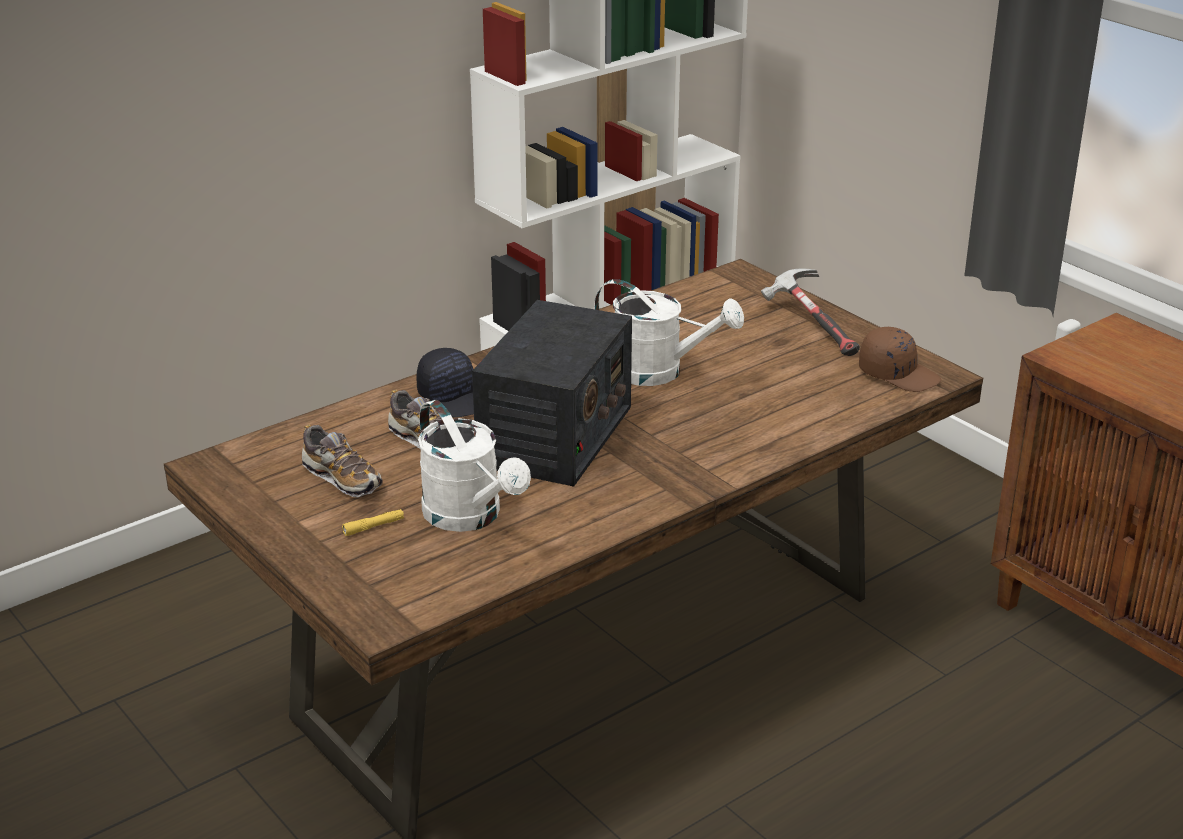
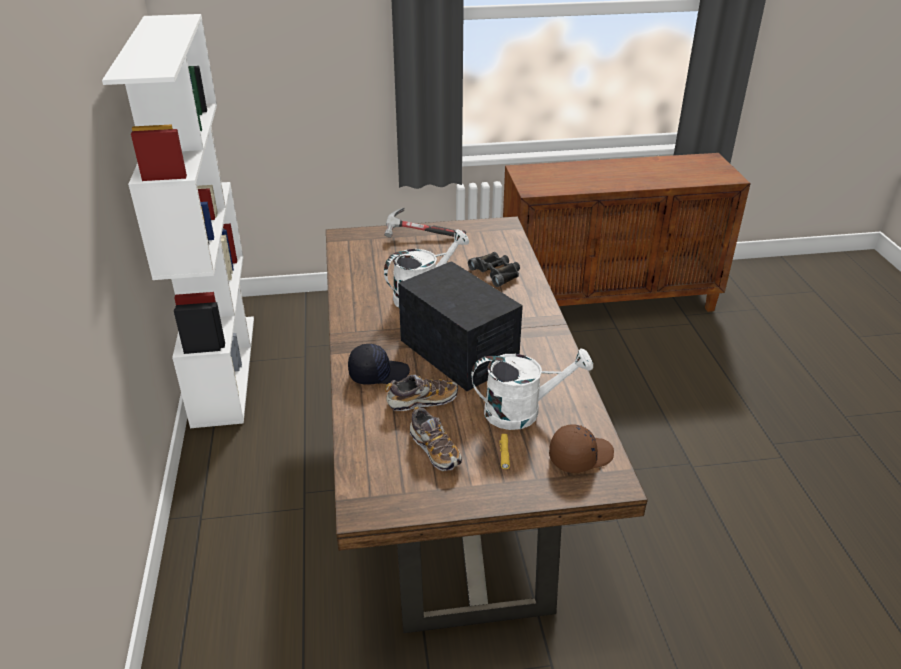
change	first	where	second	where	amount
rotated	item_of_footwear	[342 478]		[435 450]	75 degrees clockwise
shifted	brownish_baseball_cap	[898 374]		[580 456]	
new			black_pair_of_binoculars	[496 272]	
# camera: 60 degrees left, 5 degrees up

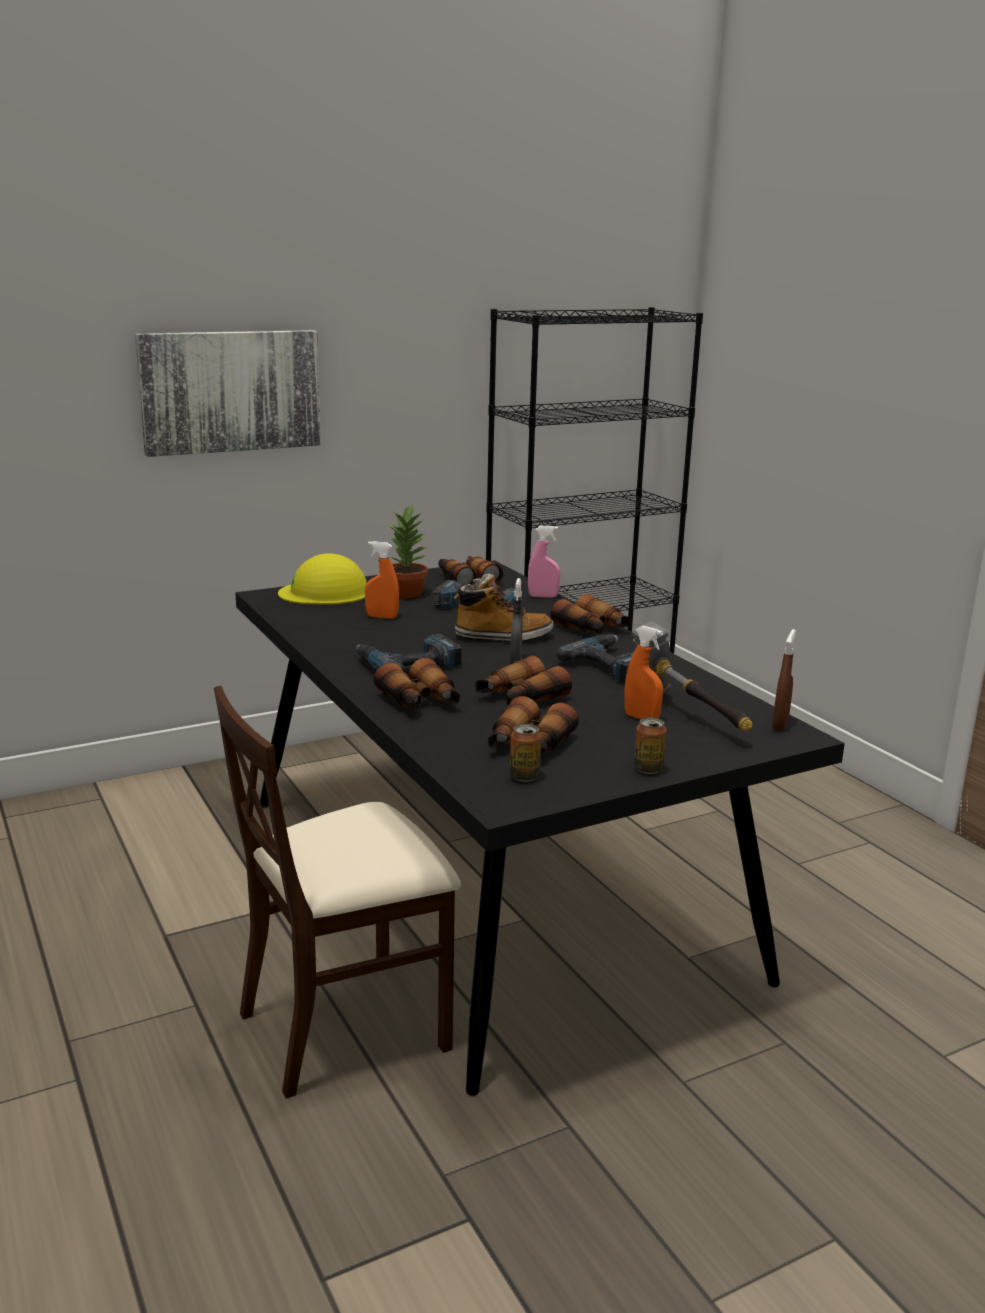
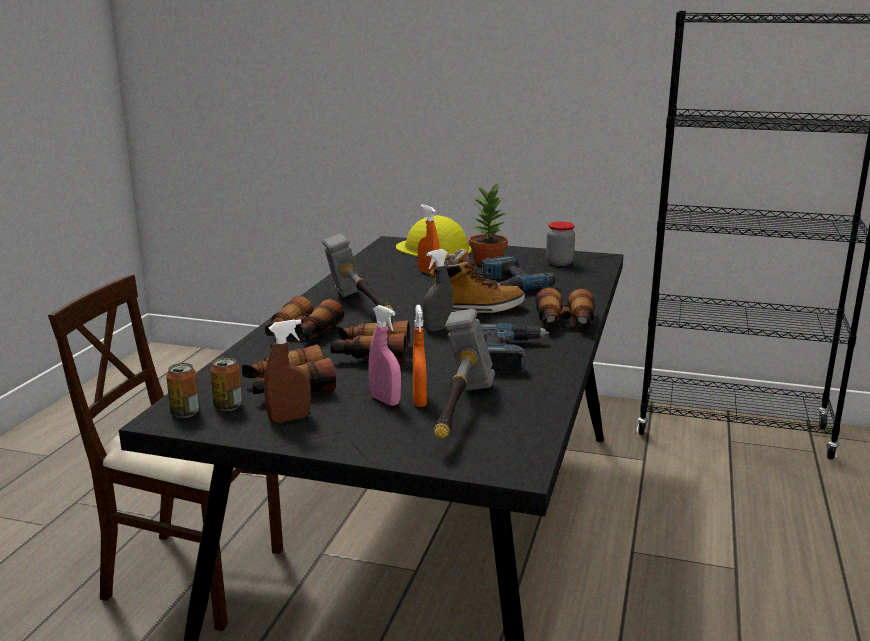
change	first	where	second	where	amount
gone	picture	[230 391]			
swapped	electric_drill	[408 664]	hand_hammer	[360 308]	
swapped	pair_of_binoculars	[466 580]	preserve_jar	[559 263]	
rotated	tall_boot	[503 637]		[477 309]	45 degrees counterclockwise
shifted	pink-coloured_sprayer	[543 596]		[385 400]	
shifted	can	[648 769]		[185 413]	
shifted	brownish_sprayer	[780 724]		[289 419]	
# camera: 45 degrees right, 0 degrees up

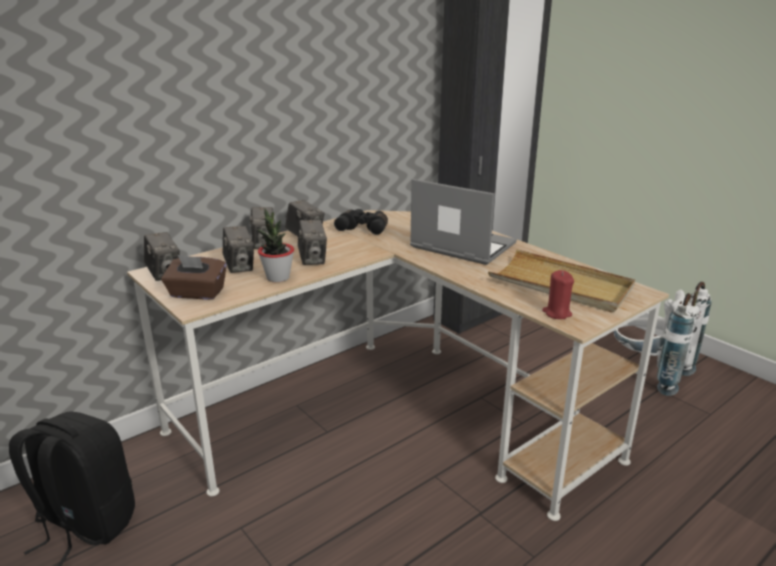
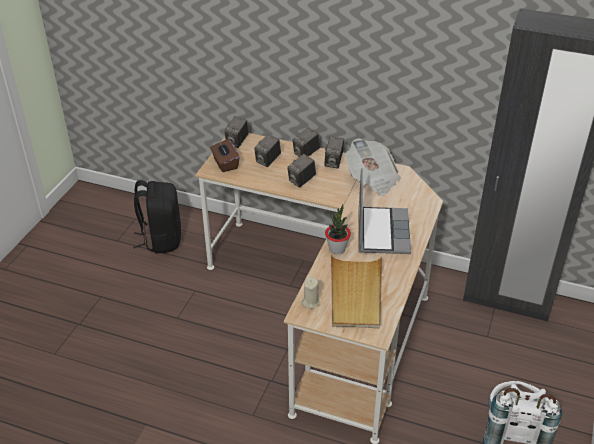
change	first	where	second	where	amount
shifted	plant_in_a_pot	[278 277]		[337 249]	
swapped	black_pair_of_binoculars	[364 228]	daily_paper	[372 179]	
repainted	reddish_candle	[557 313]	beige-coloured_candle	[310 302]	
# camera: 60 degrees right, 15 degrees up

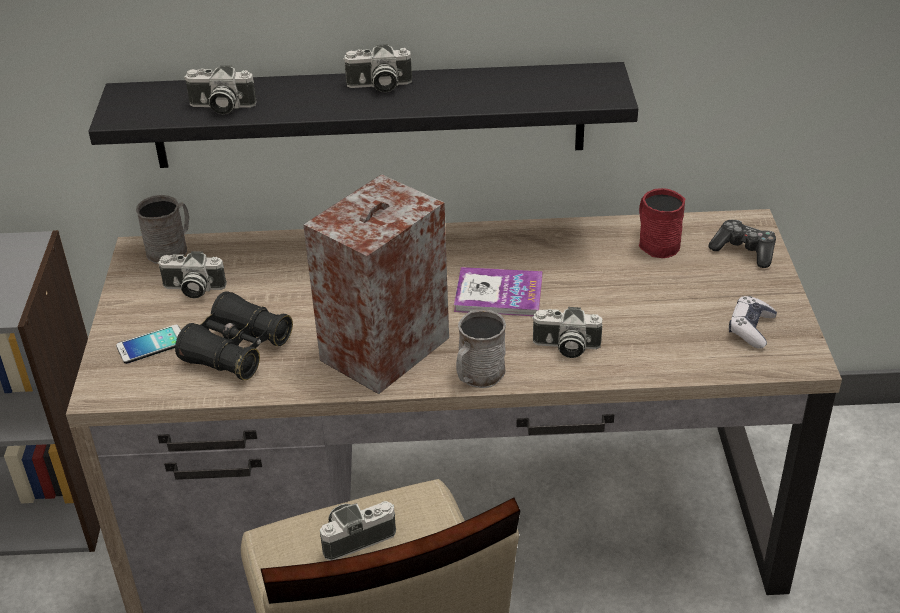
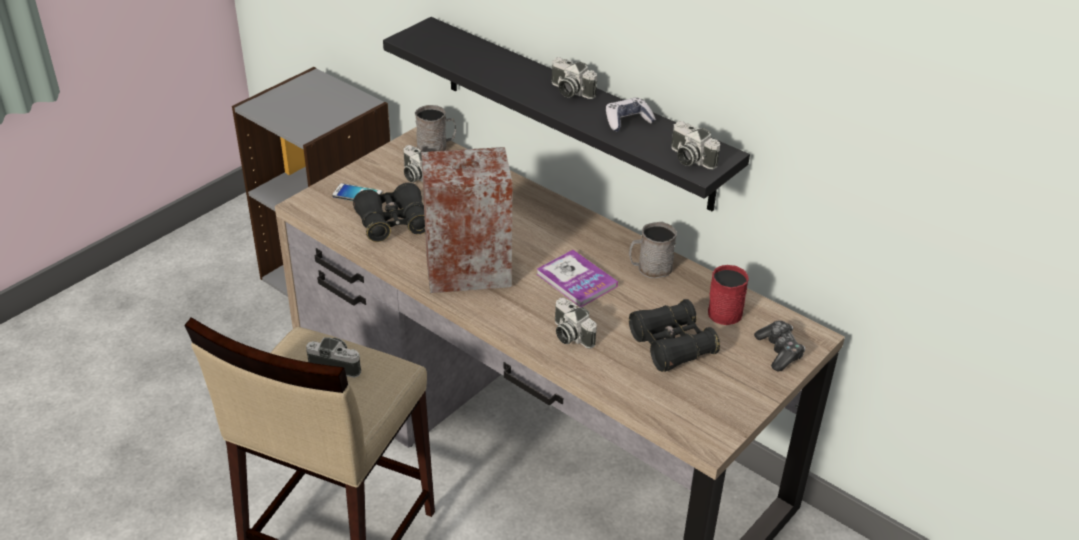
change	first	where	second	where	amount
shifted	photo_camera	[221 107]		[689 159]	
shifted	gray_tea_mug	[478 376]		[650 268]	
shifted	game_controller	[751 329]		[627 121]	
new			black_pair_of_binoculars	[671 345]	
# camera: 40 degrees right, 0 degrees up

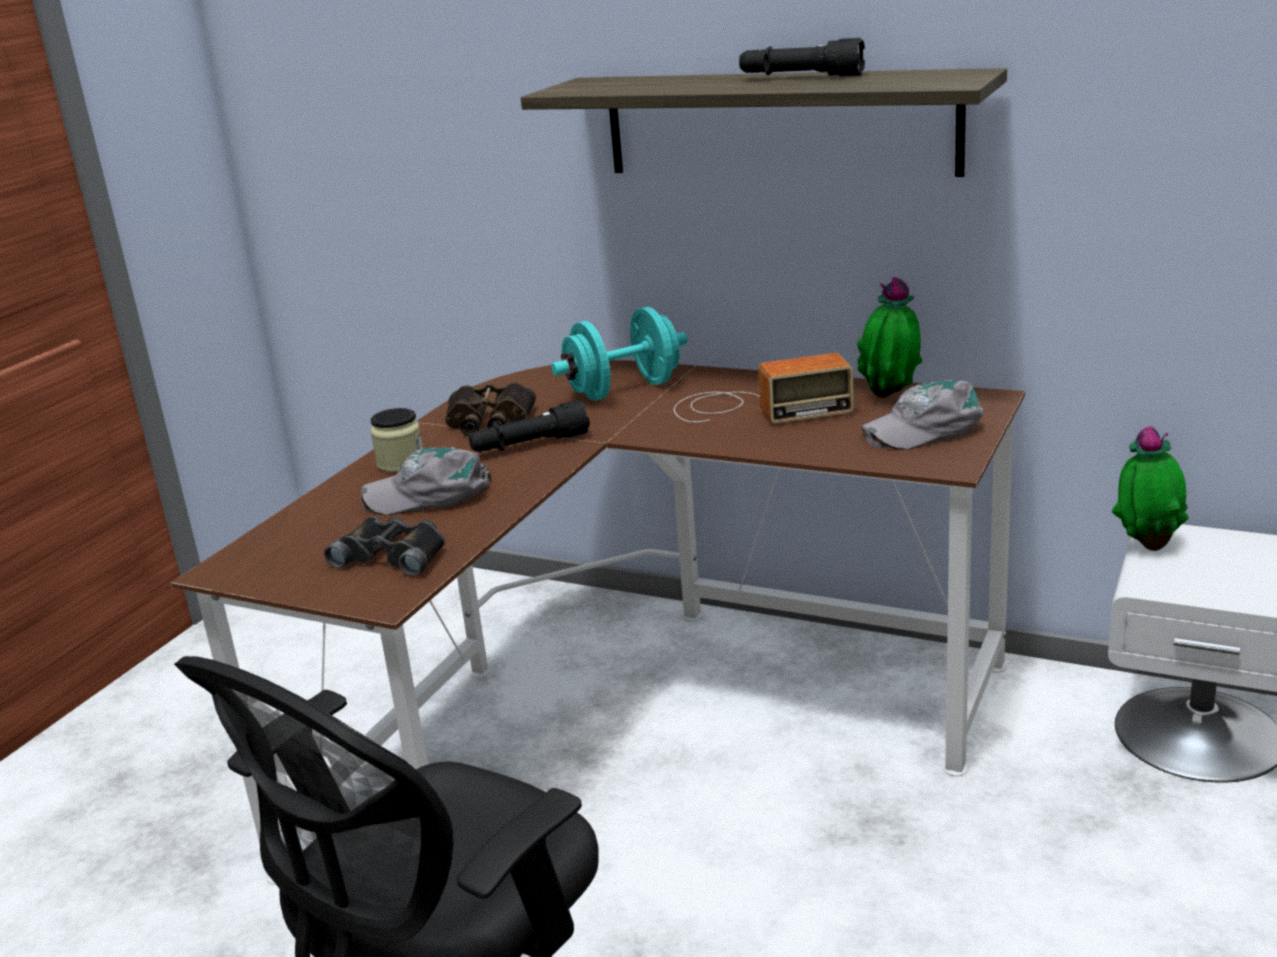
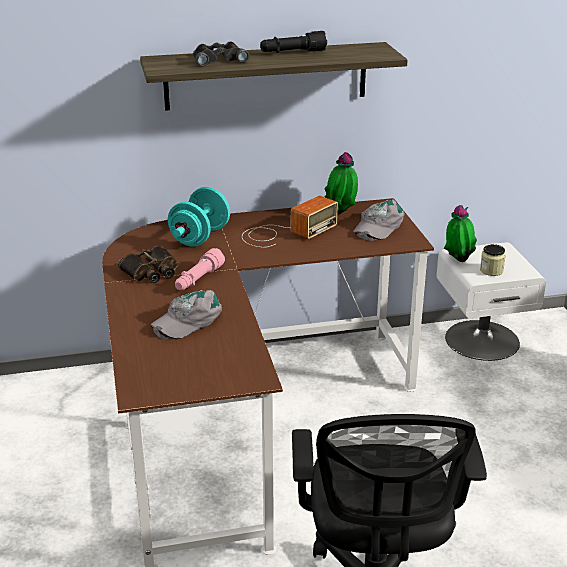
change	first	where	second	where	amount
shifted	black_pair_of_binoculars	[393 554]		[218 59]	
shifted	preserve_jar	[401 463]		[491 270]	
repainted	black_torch	[530 445]	pink-coloured_torch	[198 279]	
# camera: 40 degrees left, 5 degrees up

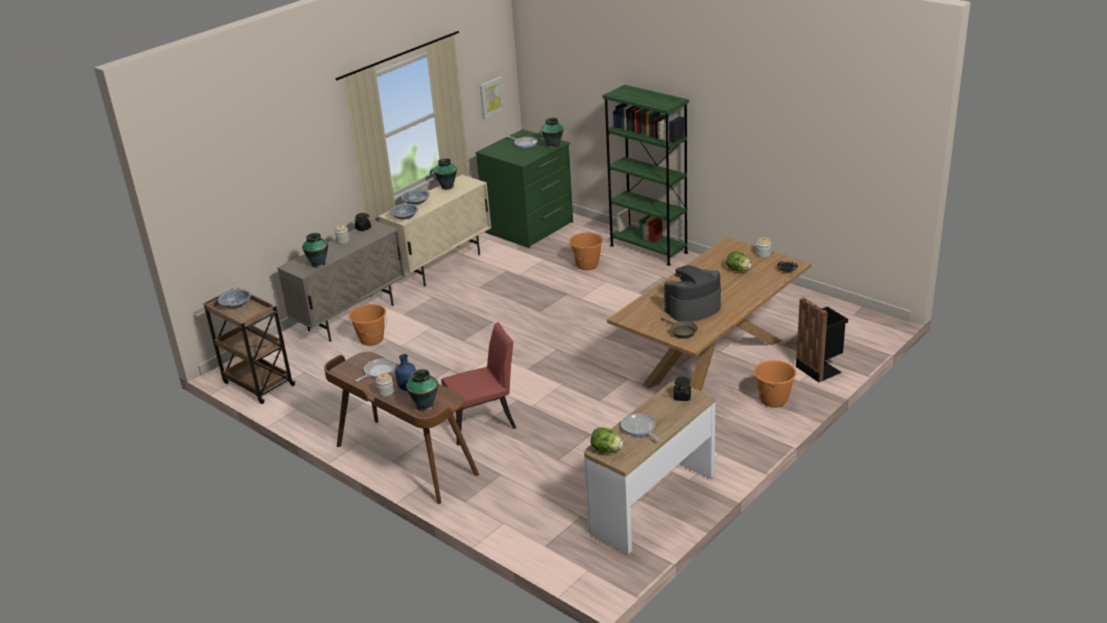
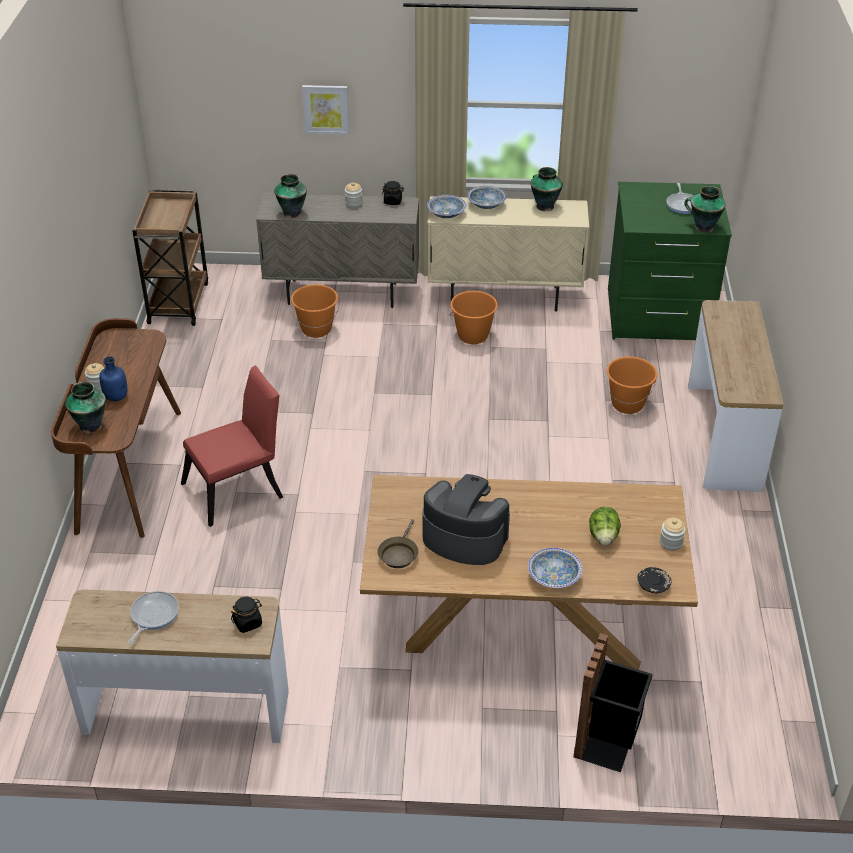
change	first	where	second	where	amount
shifted	deep_dish	[236 304]		[554 577]	
gone	pan	[378 371]			
rotated	reddish_upright_chair	[483 421]		[239 489]	60 degrees counterclockwise
shifted	picture	[491 97]		[326 109]	
gone	lettuce	[606 450]			
swapped	green-coloured_bookshelf	[648 249]	narrow_table	[723 436]	
shifted	orangey_bucket	[774 400]		[473 336]	
# camera: 50 degrees right, 10 degrees up

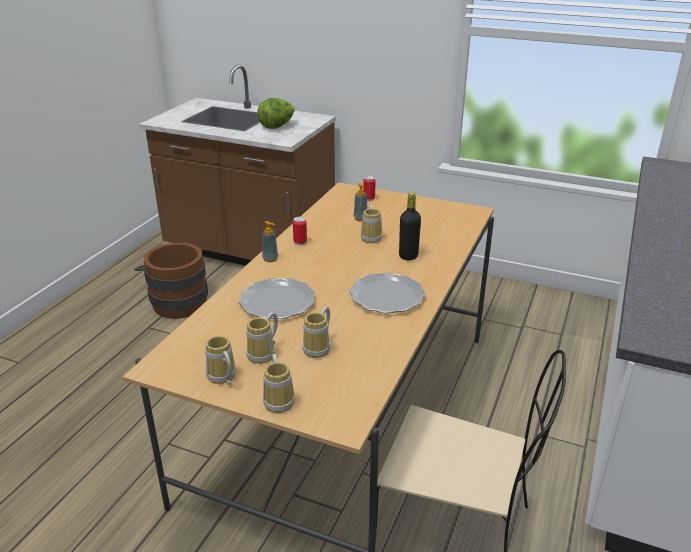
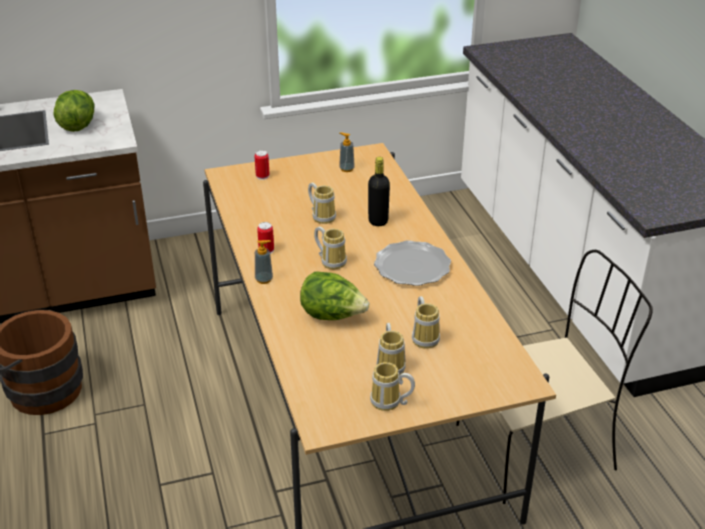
change	first	where	second	where	amount
swapped	plate	[277 301]	lettuce	[332 316]	
shifted	tea_mug	[280 400]		[331 261]	
shifted	soap_dispenser	[360 218]		[346 169]	
# camera: 40 degrees left, 5 degrees up

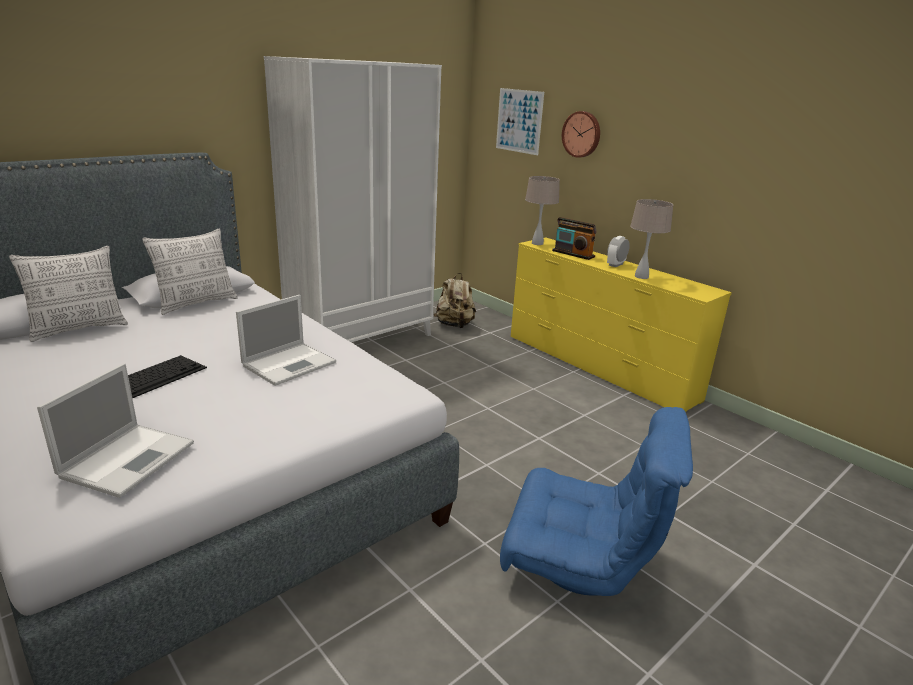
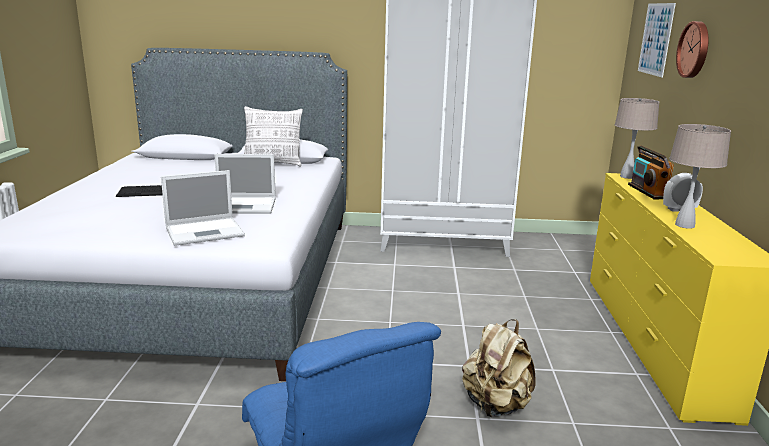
change	first	where	second	where	amount
gone	cushion	[79 329]			
shifted	laptop	[129 458]		[206 231]	
shifted	beige-coloured_rucksack	[455 325]		[496 405]	
# camera: 45 degrees right, 5 degrees down

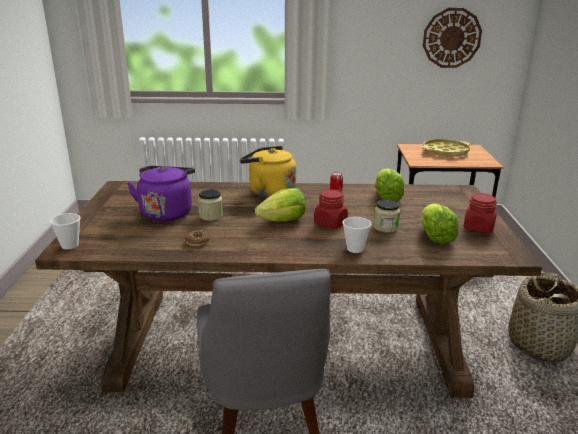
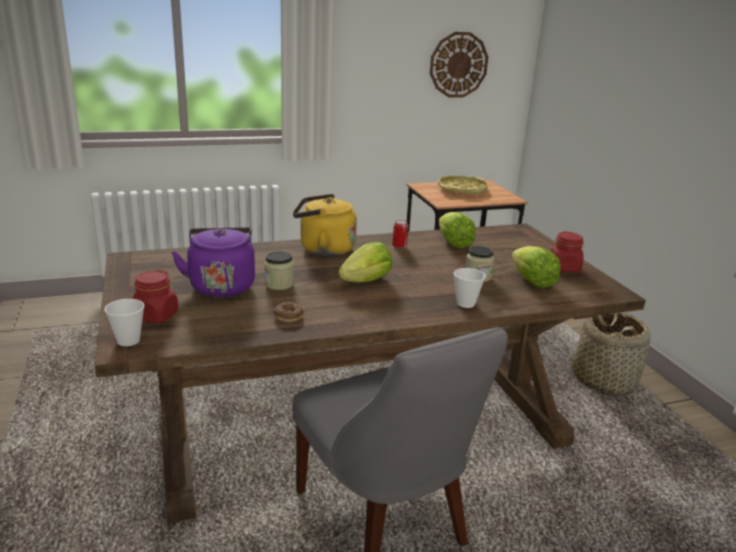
change	first	where	second	where	amount
shifted	reddish_preserve_jar	[330 223]		[155 316]	
# camera: 20 degrees left, 0 degrees up

